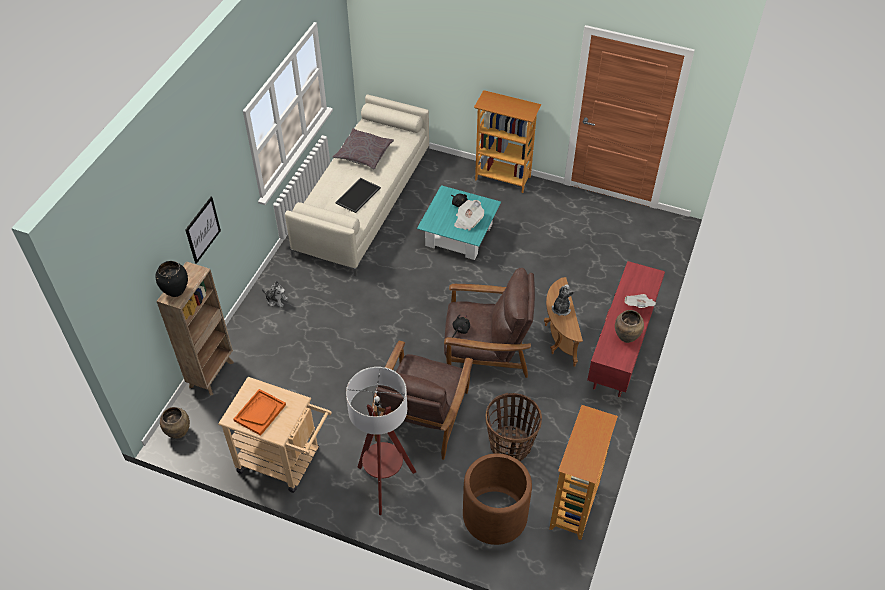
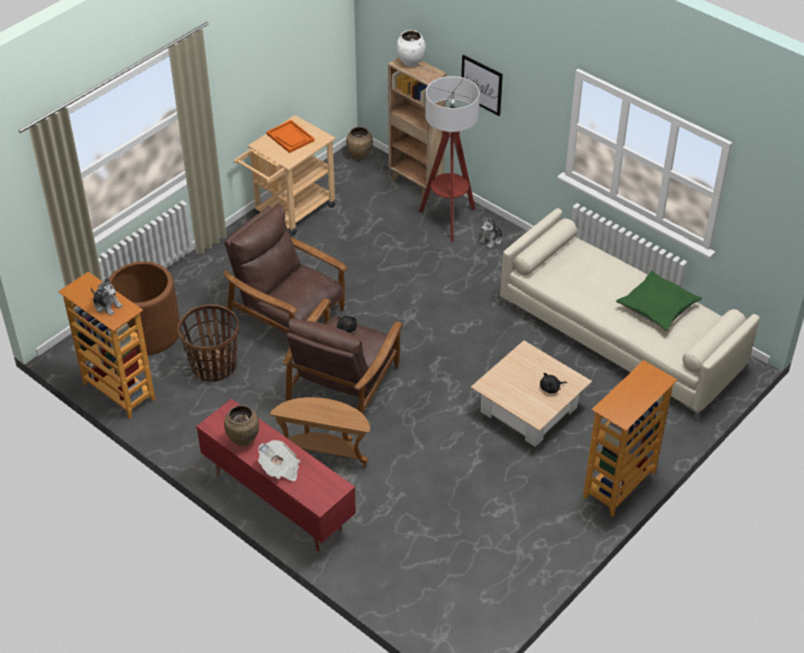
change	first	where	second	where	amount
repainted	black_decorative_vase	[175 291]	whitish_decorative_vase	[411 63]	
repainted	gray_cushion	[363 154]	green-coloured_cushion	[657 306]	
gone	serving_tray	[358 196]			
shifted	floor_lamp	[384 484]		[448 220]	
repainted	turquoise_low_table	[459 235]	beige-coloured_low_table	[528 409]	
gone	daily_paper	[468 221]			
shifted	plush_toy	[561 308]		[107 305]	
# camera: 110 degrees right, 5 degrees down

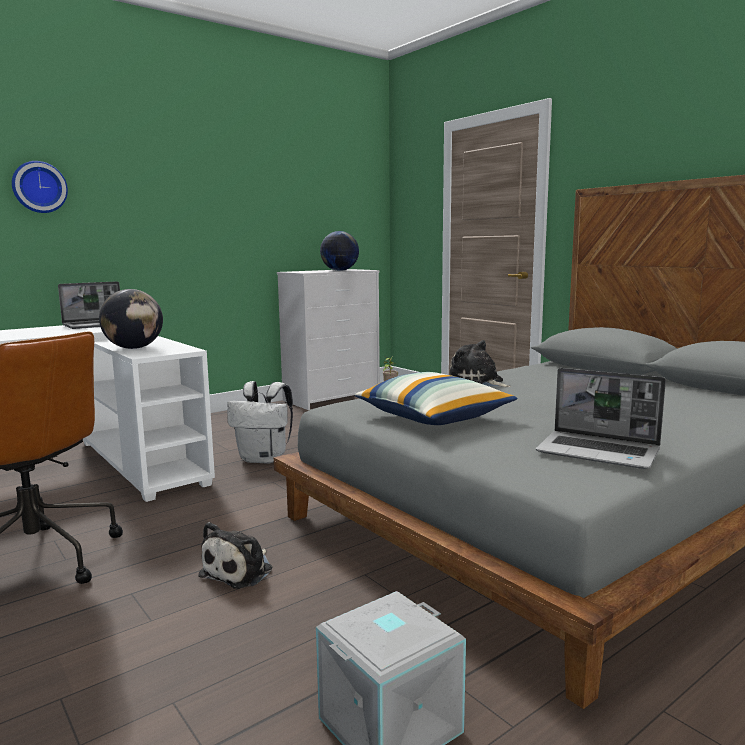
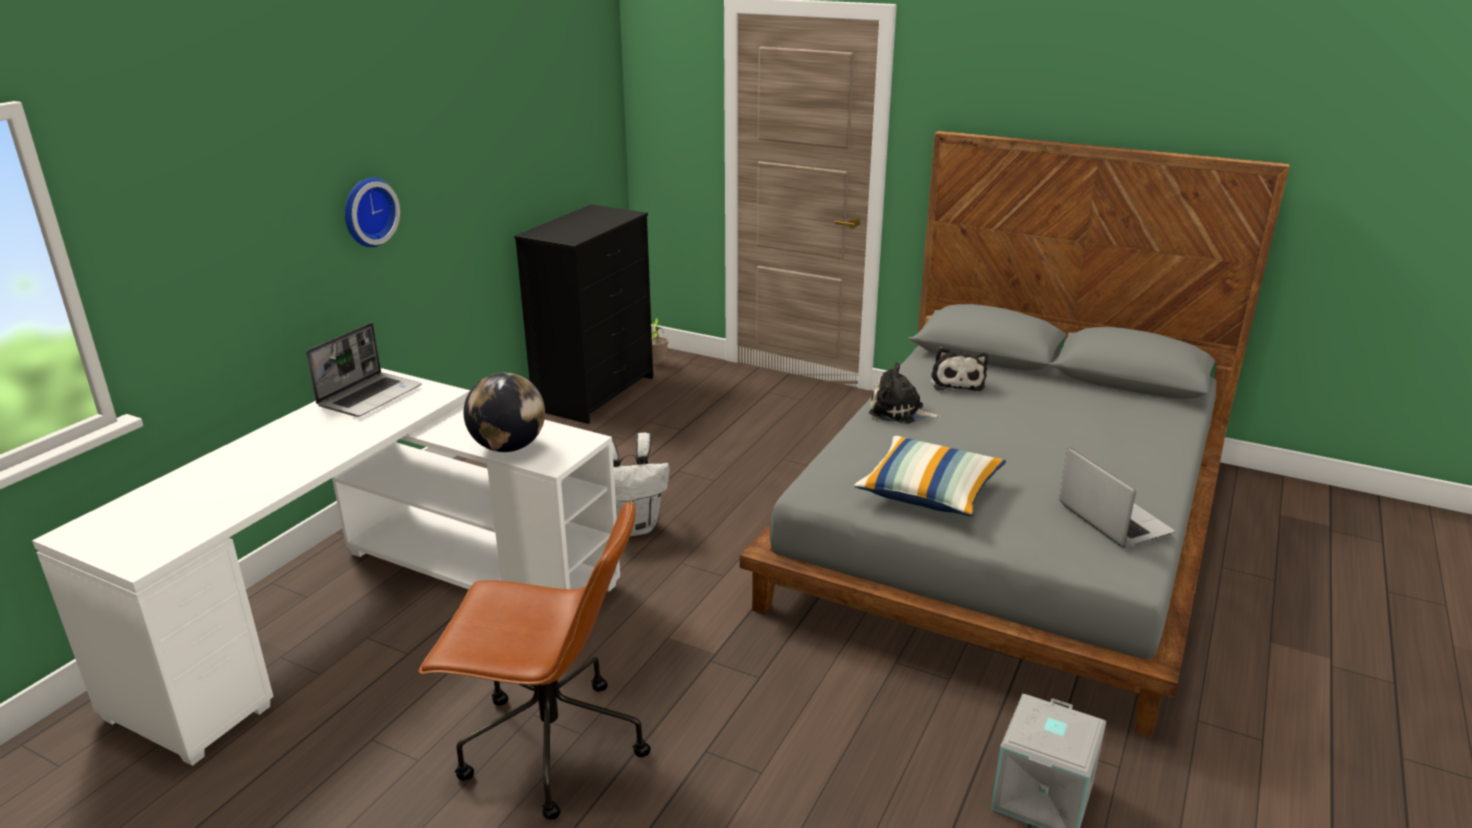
change	first	where	second	where	amount
shifted	wall_clock	[39 187]		[367 211]	
shifted	plush_toy	[240 571]		[956 382]	
repainted	whitish_drawer_chest	[332 398]	black_drawer_chest	[595 392]	
gone	world_globe	[339 270]			
rotated	laptop	[599 452]		[1112 519]	120 degrees counterclockwise
# camera: 25 degrees left, 15 degrees up

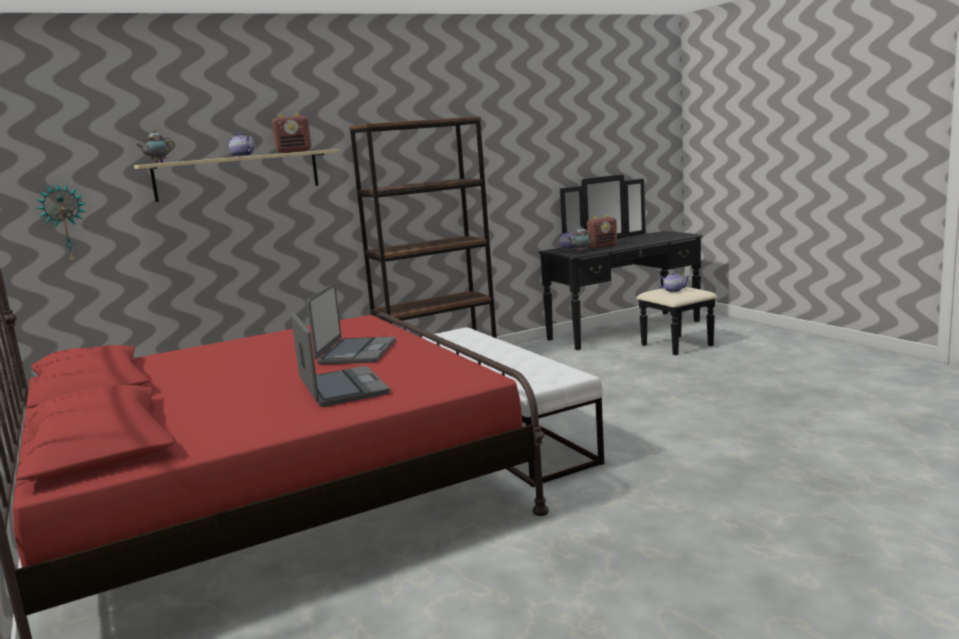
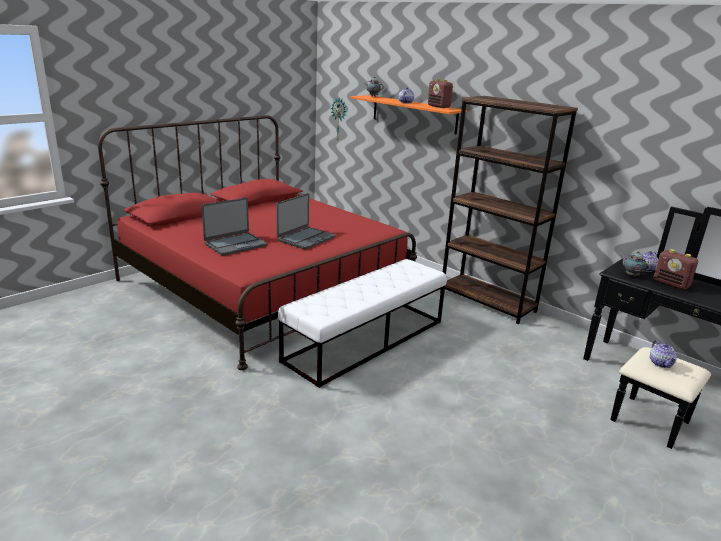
change	first	where	second	where	amount
repainted	beige-coloured_wall_shelf	[238 175]	orangey_wall_shelf	[413 114]	
rotated	laptop	[356 352]		[306 239]	45 degrees counterclockwise
# camera: 70 degrees right, 10 degrees up

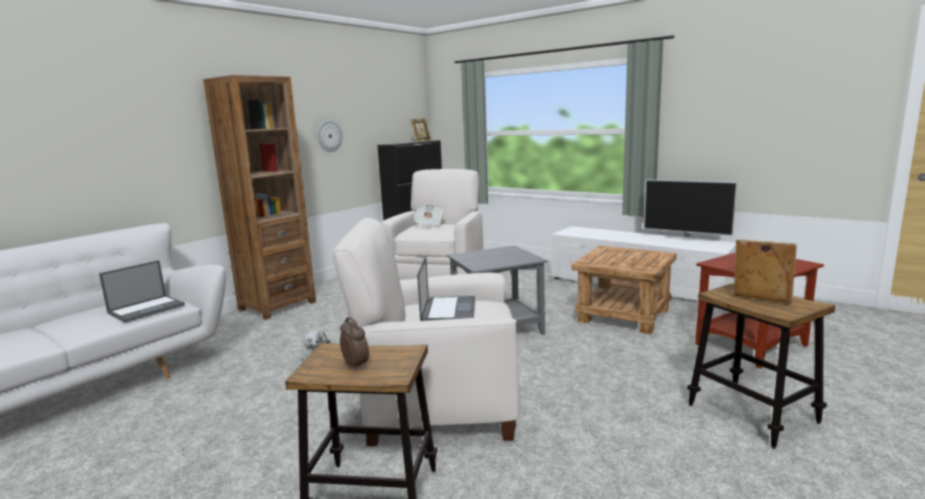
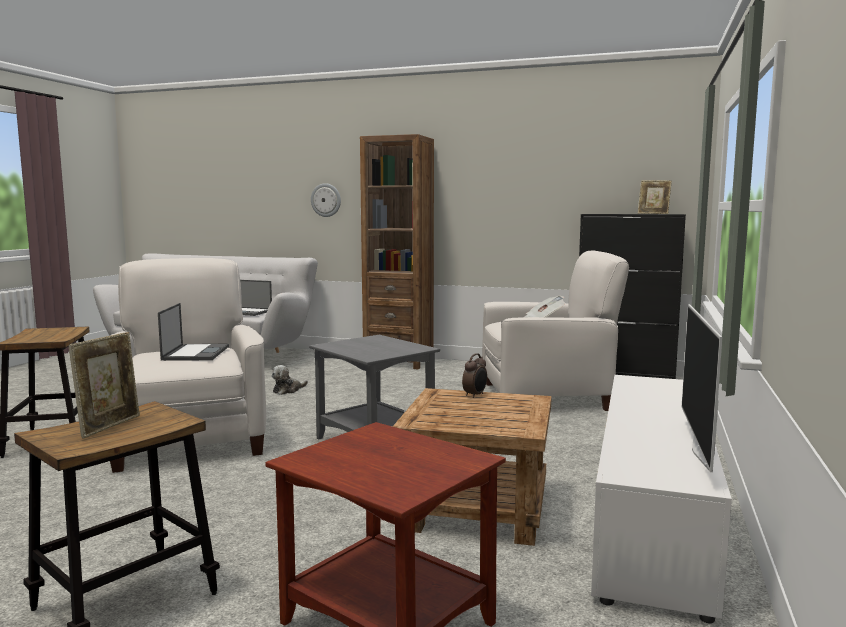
change	first	where	second	where	amount
shifted	wall_clock	[329 136]		[326 200]	
shifted	alarm_clock	[356 365]		[475 395]	
rotated	laptop	[448 310]		[196 353]	75 degrees counterclockwise
# camera: 70 degrees right, 5 degrees down

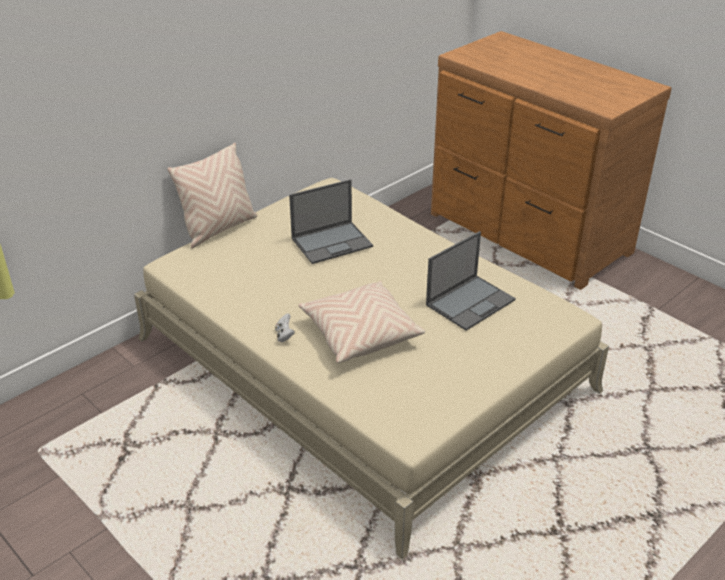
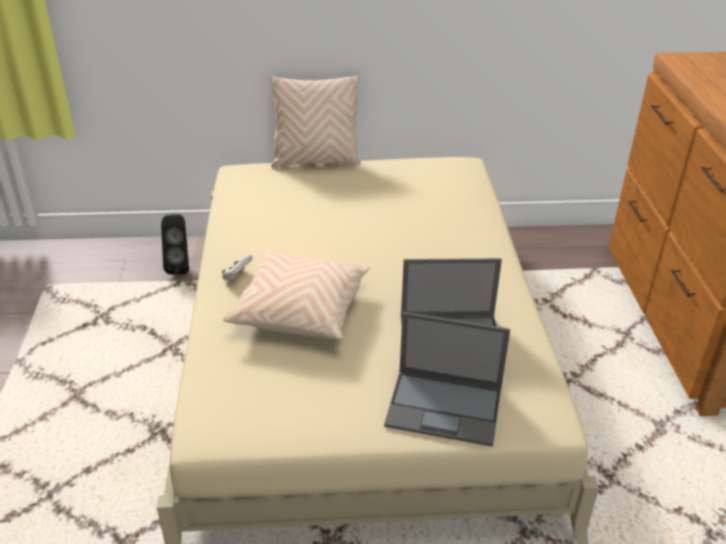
change	first	where	second	where	amount
shifted	laptop	[332 242]		[445 407]	
new			black_audio_speaker	[180 266]	
# camera: 40 degrees right, 0 degrees up

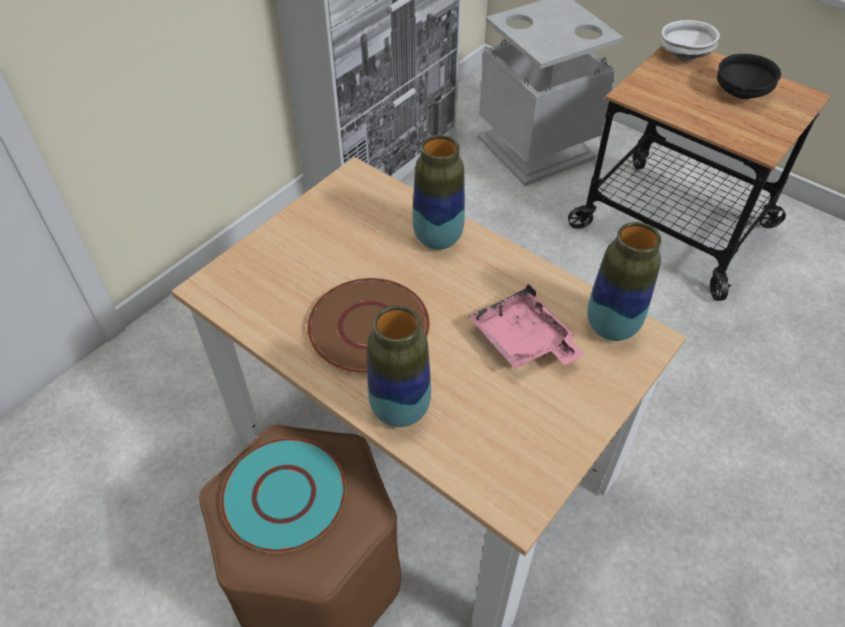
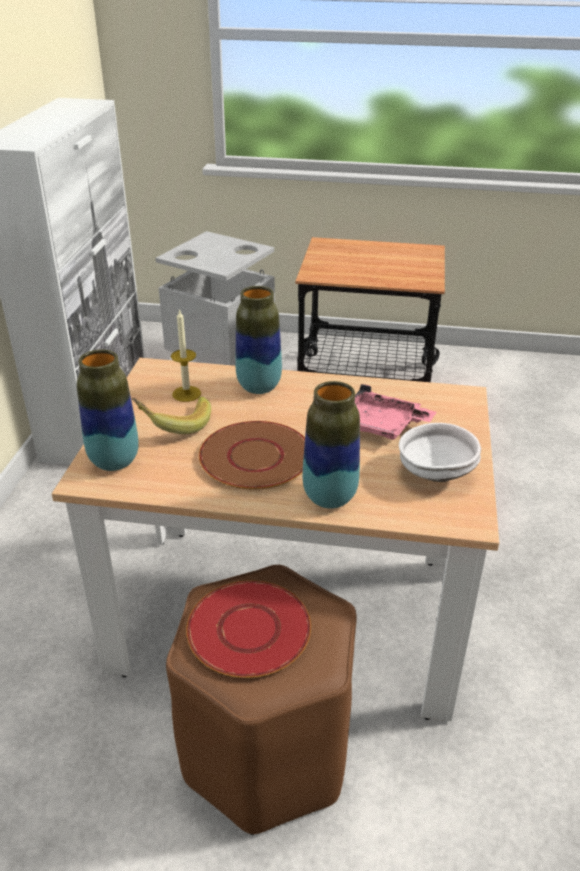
change	first	where	second	where	amount
repainted	turquoise_plate	[285 495]	reddish_plate	[250 629]	
shifted	decorative_vase	[611 326]		[114 461]	
shifted	whitish_deep_dish	[683 55]		[434 472]	
gone	black_deep_dish	[740 93]			
new			banana	[174 424]	
new			candle	[186 394]	
# camera: 30 degrees left, 15 degrees down

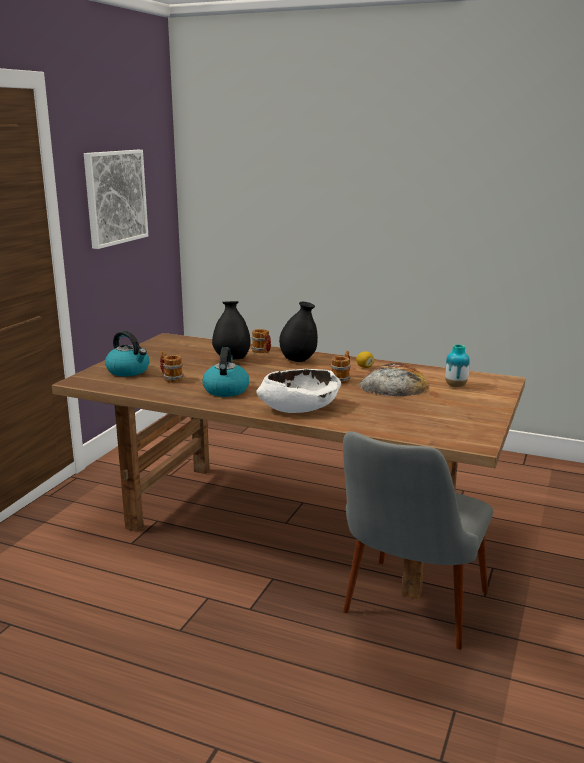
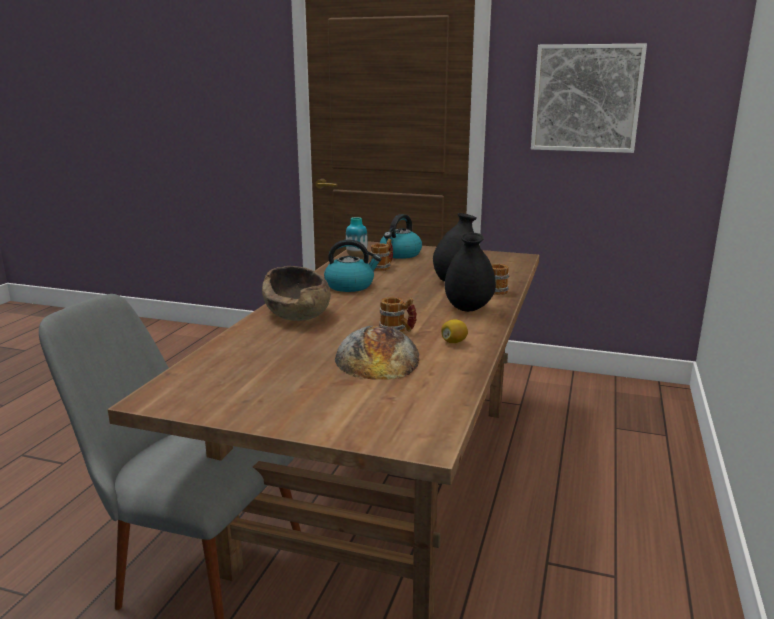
change	first	where	second	where	amount
repainted	whitish_deep_dish	[299 407]	brownish_deep_dish	[297 314]	
shifted	decorative_vase	[455 385]		[356 256]	
# camera: 85 degrees right, 0 degrees up

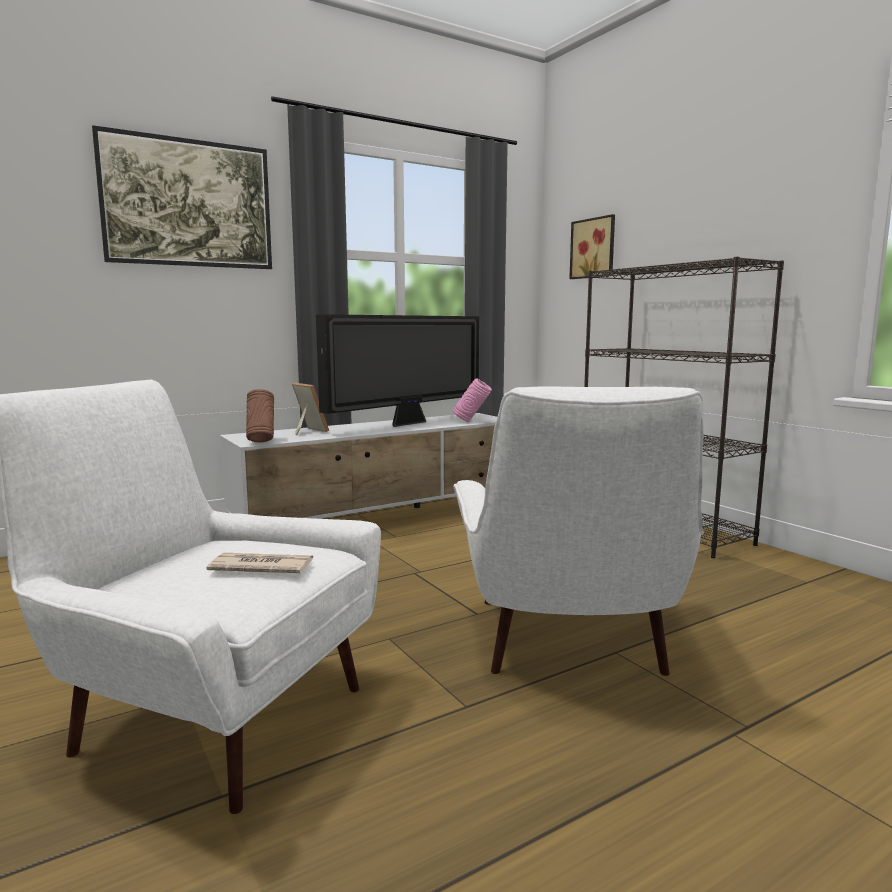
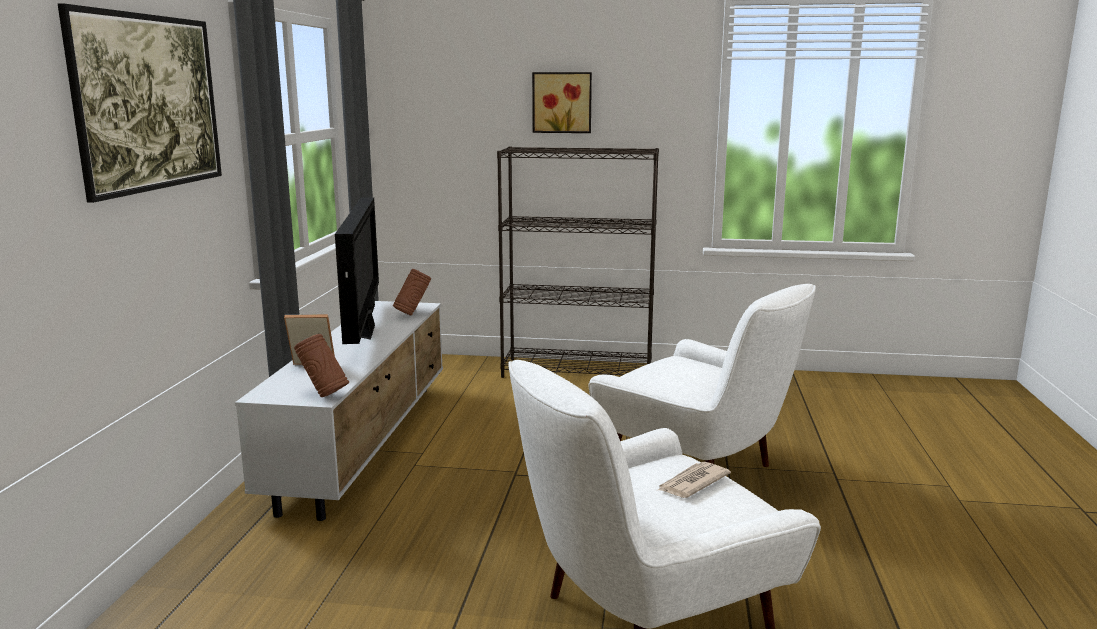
change	first	where	second	where	amount
repainted	pink-coloured_decorative_vase	[472 421]	brownish_decorative_vase	[412 314]	
shifted	picture	[594 248]		[562 102]	
# camera: 50 degrees left, 5 degrees up

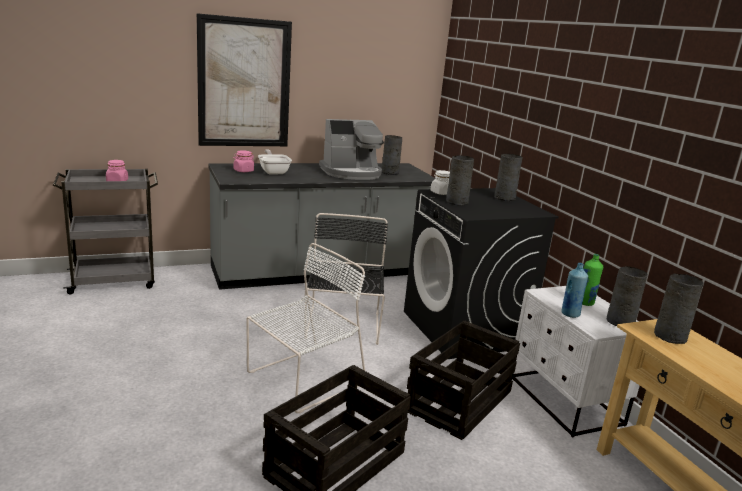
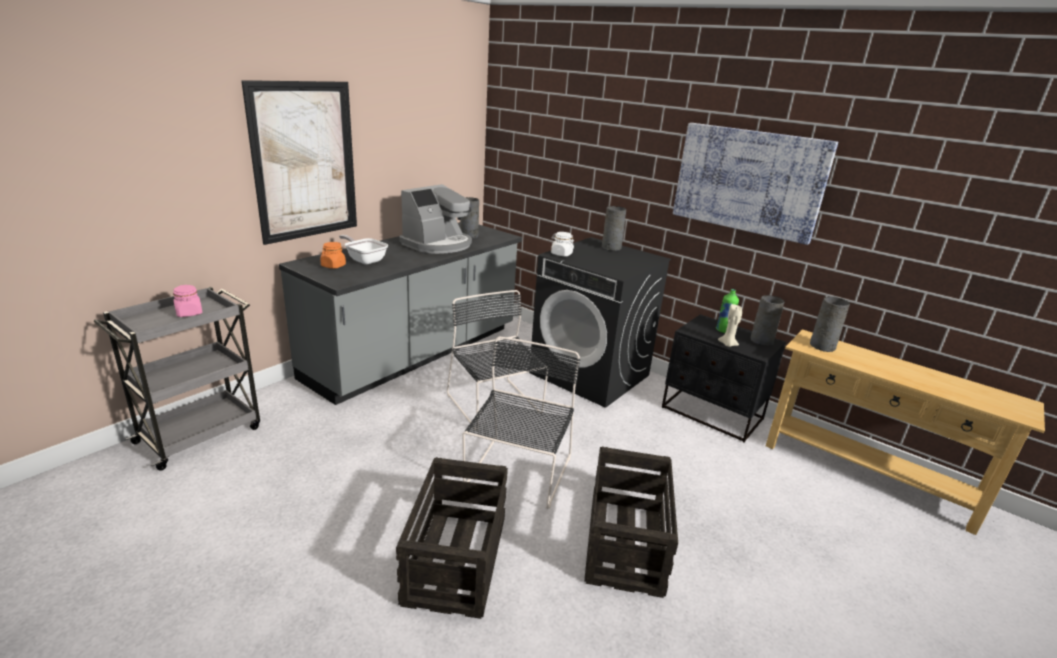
change	first	where	second	where	amount
repainted	pink-coloured_preserve_jar	[243 171]	orangey_preserve_jar	[333 266]	
repainted	whitish_upright_chair	[303 379]	black_upright_chair	[518 473]	
shifted	crate	[459 400]		[456 558]	
gone	gray_decorative_vase	[457 202]			
repainted	whitish_nightstand	[564 401]	black_nightstand	[712 414]	
swapped	blue-coloured_drink_bottle	[570 314]	beige-coloured_candle	[727 344]	
new			picture	[749 180]	
# camera: 30 degrees left, 5 degrees up

